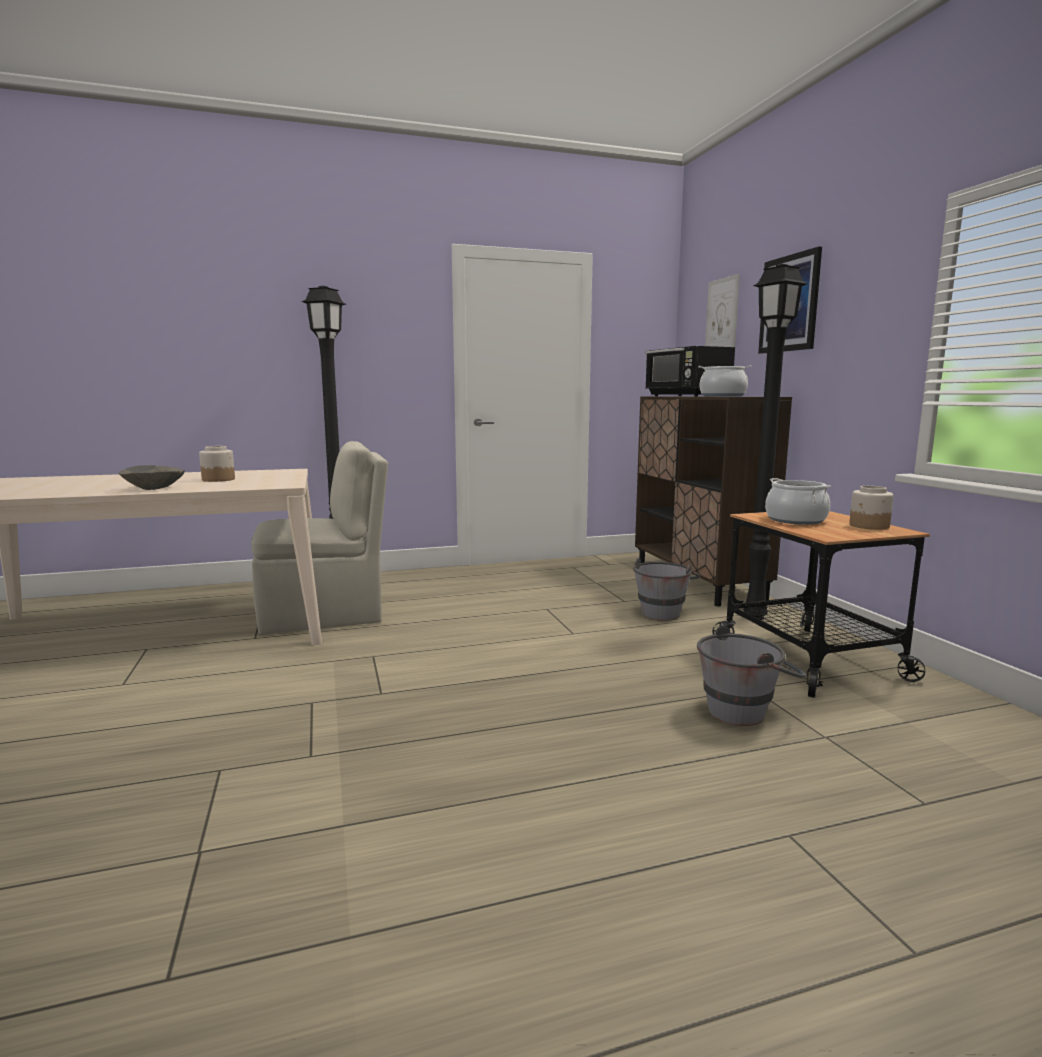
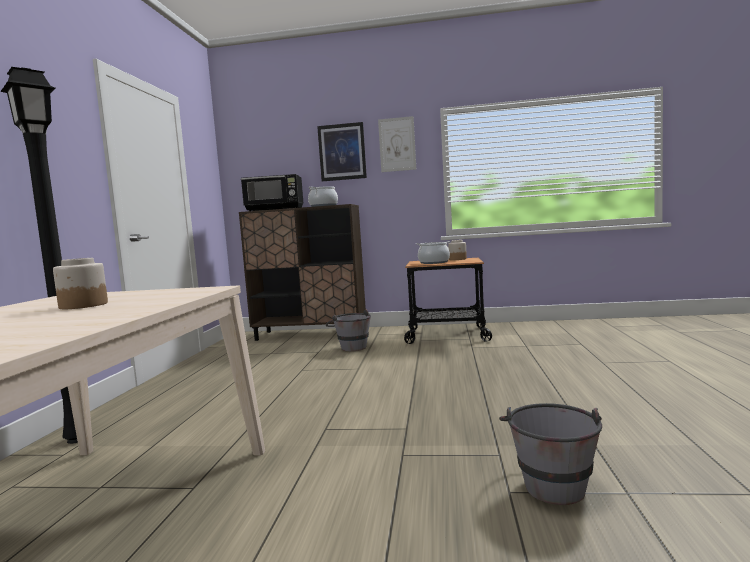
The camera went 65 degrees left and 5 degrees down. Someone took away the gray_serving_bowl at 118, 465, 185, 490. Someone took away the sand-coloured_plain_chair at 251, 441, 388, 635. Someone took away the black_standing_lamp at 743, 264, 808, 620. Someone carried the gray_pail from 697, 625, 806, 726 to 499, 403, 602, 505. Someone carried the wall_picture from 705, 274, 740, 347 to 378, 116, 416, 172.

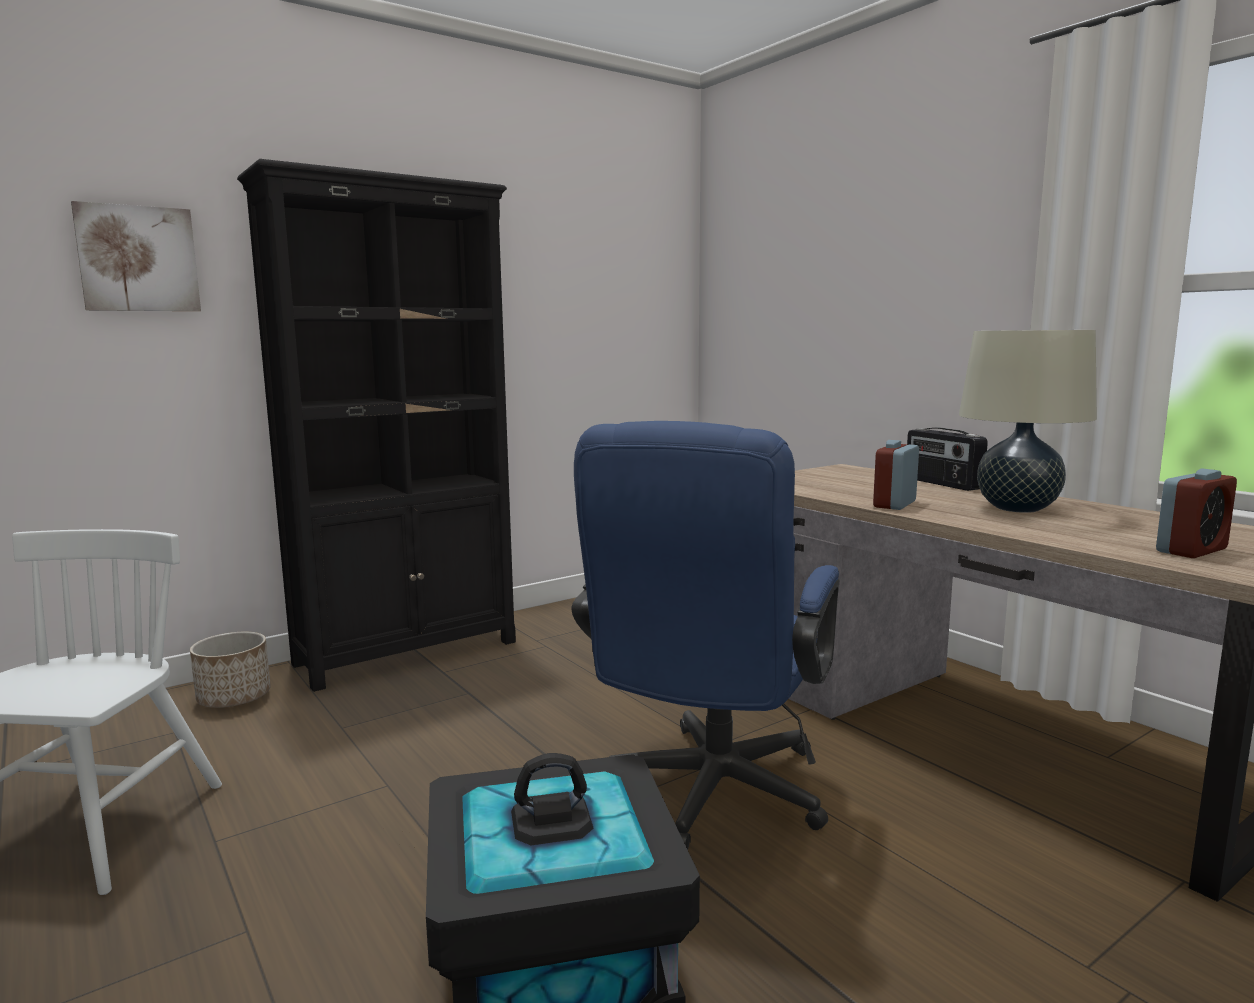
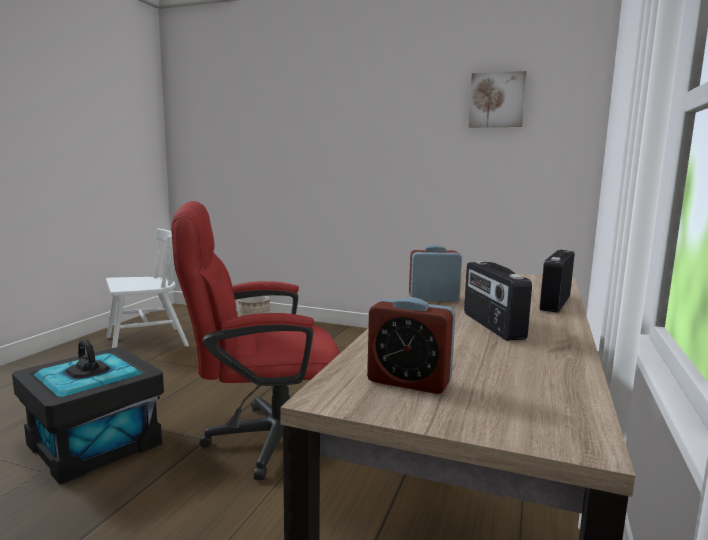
The camera went 55 degrees right and 0 degrees up. Someone took away the black_bookcase at 237, 159, 516, 692. Someone carried the wall_picture from 71, 201, 201, 311 to 469, 71, 527, 127. Someone swapped the sand-coloured_table_lamp at 959, 330, 1097, 513 for the radio at 464, 261, 532, 341. Someone repainted the blue-coloured_office_chair at 572, 421, 840, 850, which became the red-coloured_office_chair at 171, 201, 340, 480.

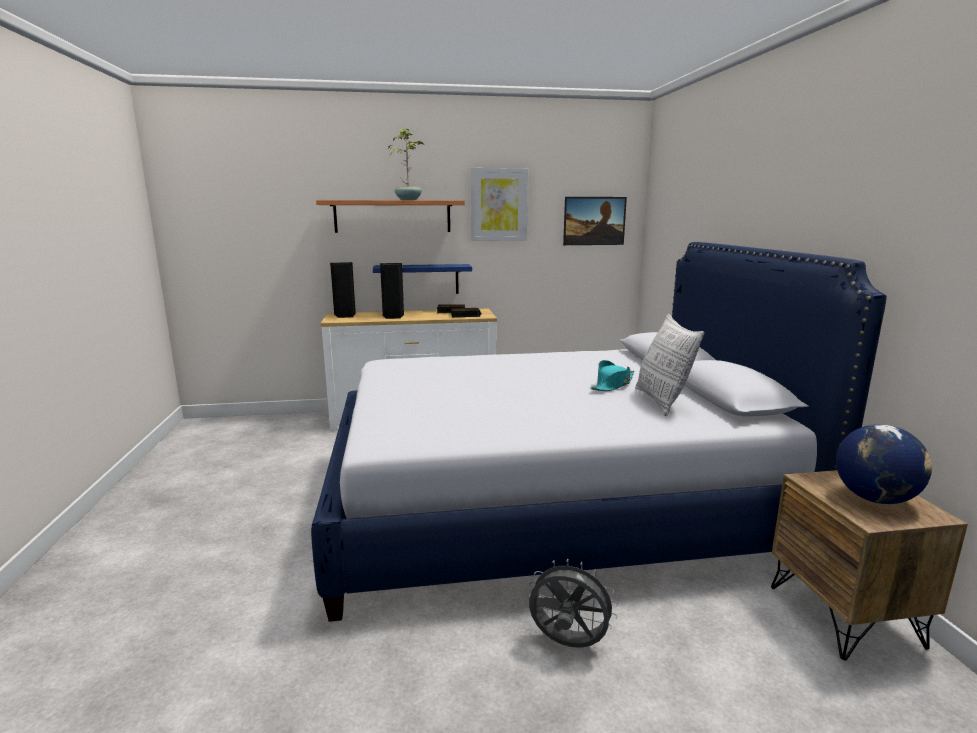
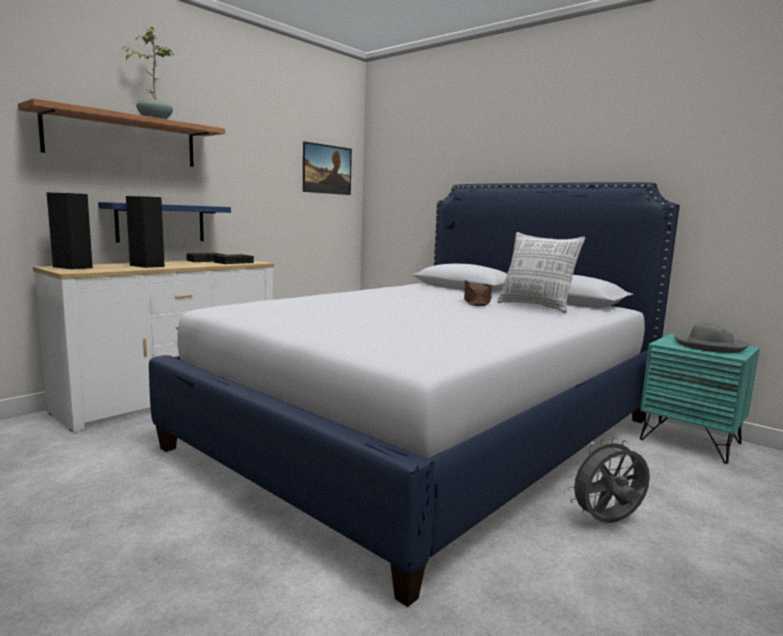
The camera went 40 degrees left and 5 degrees down. Someone took away the wall_picture at 471, 168, 528, 241. Someone swapped the world_globe at 836, 424, 932, 504 for the gray_wearable_hat at 674, 322, 749, 353. Someone repainted the turquoise-coloured_wearable_hat at 590, 360, 634, 391, which became the brown-coloured_wearable_hat at 464, 280, 492, 306. Someone repainted the brown-coloured_night_table at 771, 470, 968, 660, which became the turquoise-coloured_night_table at 640, 334, 760, 464.

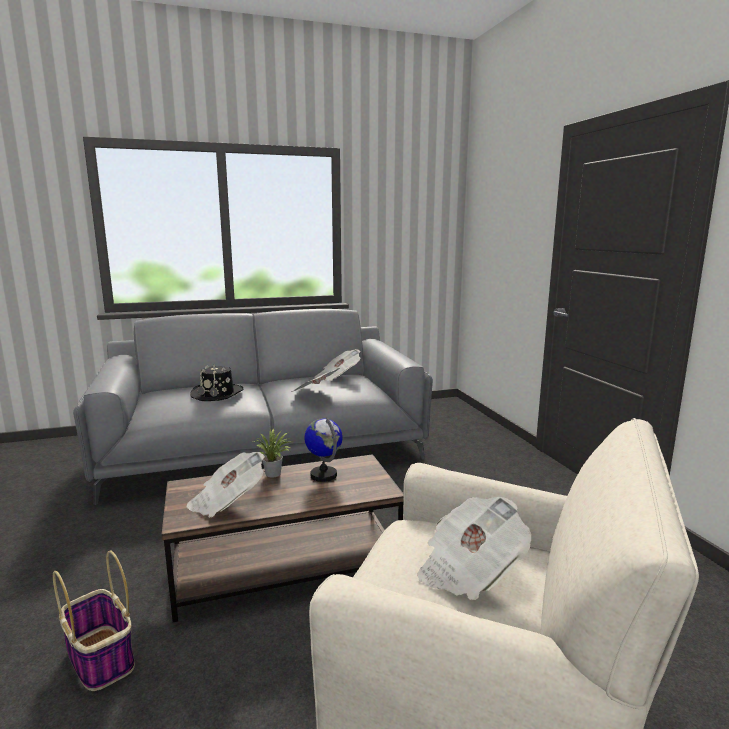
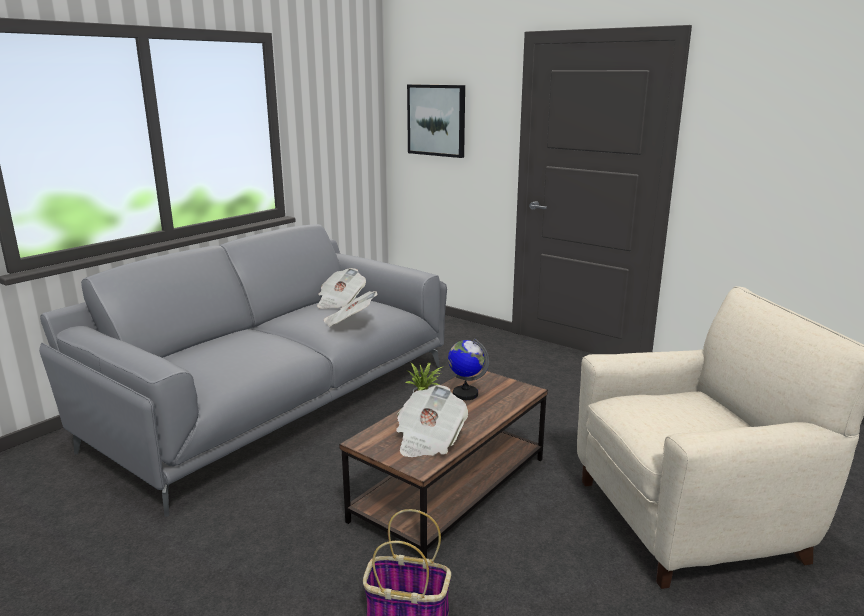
The camera went 35 degrees left and 5 degrees up. Someone took away the black_wearable_hat at 190, 365, 243, 401. Someone took away the newspaper at 417, 497, 531, 600. Someone put up the wall_picture at 407, 84, 465, 158.

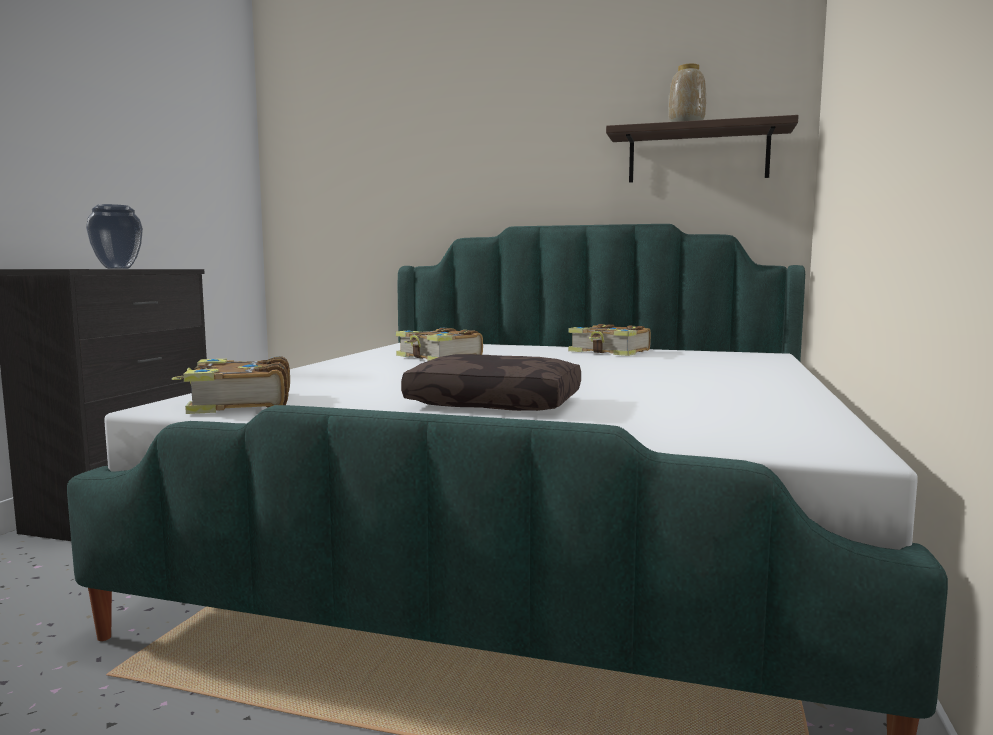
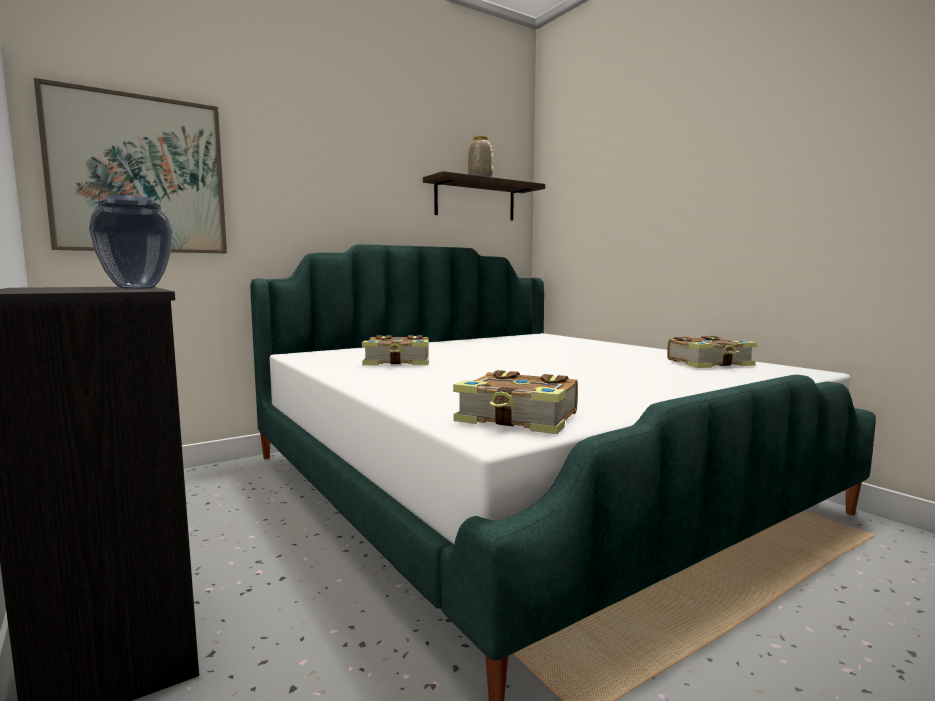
The camera went 50 degrees left and 0 degrees up. Someone took away the brown-coloured_throw_pillow at 401, 354, 581, 411. Someone put up the wall_picture at 34, 78, 227, 253. Someone carried the book from 568, 324, 651, 356 to 667, 336, 757, 368.

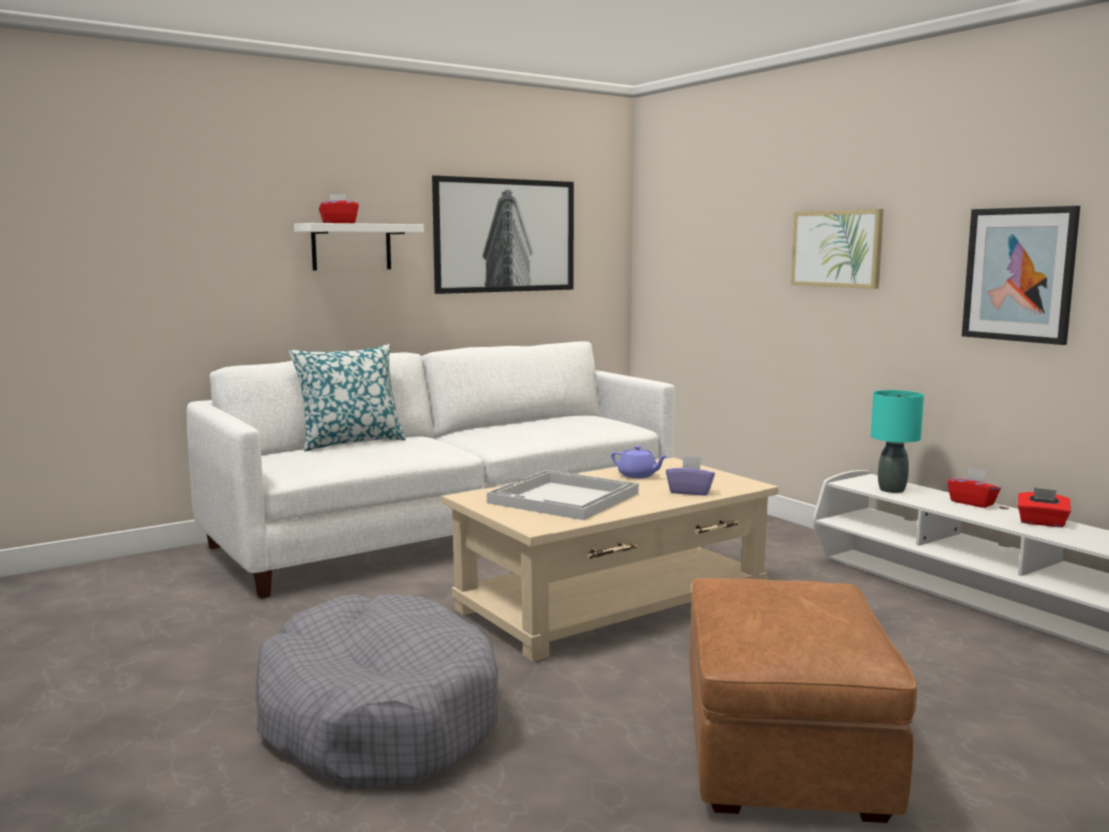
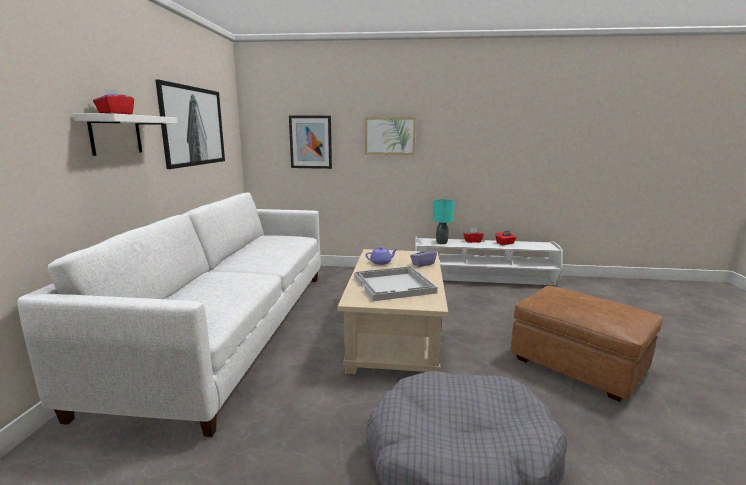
The camera went 50 degrees left and 5 degrees up. Someone took away the throw_pillow at 289, 344, 406, 451. Someone carried the wall_picture from 962, 206, 1080, 345 to 289, 115, 332, 169.

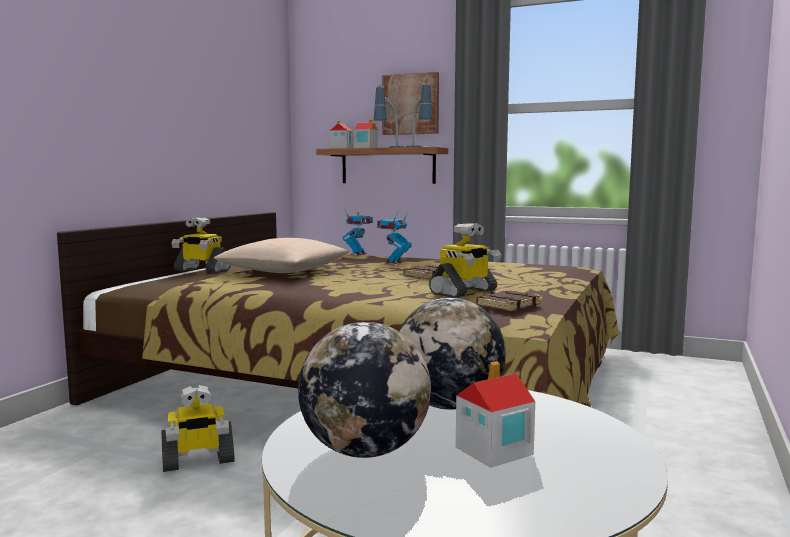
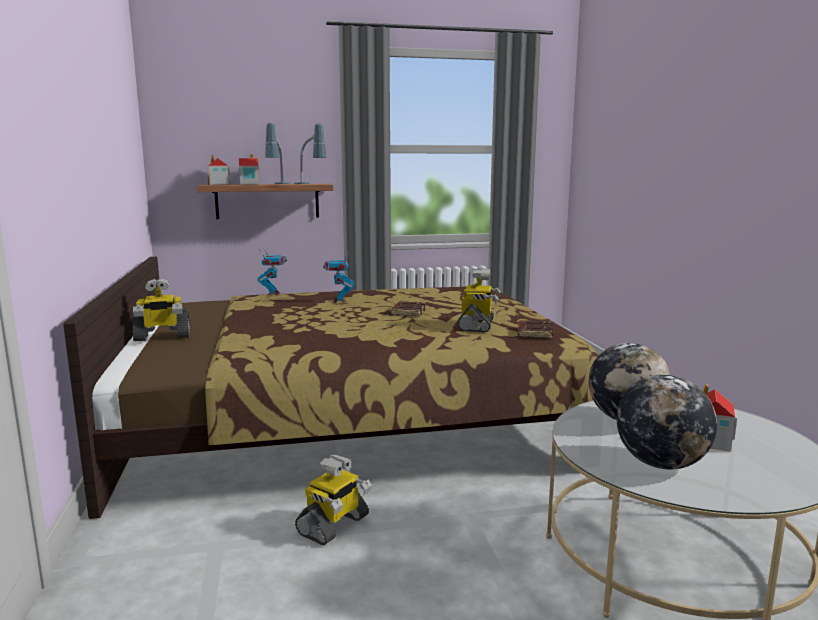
The camera went 35 degrees left and 5 degrees up. Someone took away the sand-coloured_throw_pillow at 214, 238, 349, 273. Someone took away the wall_picture at 382, 72, 439, 135.

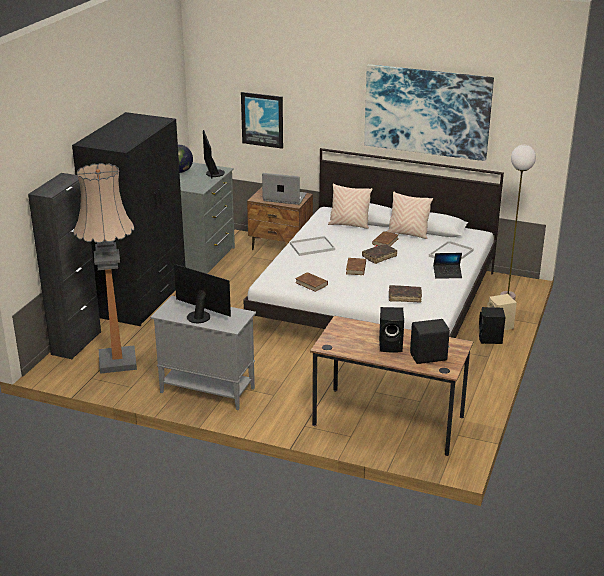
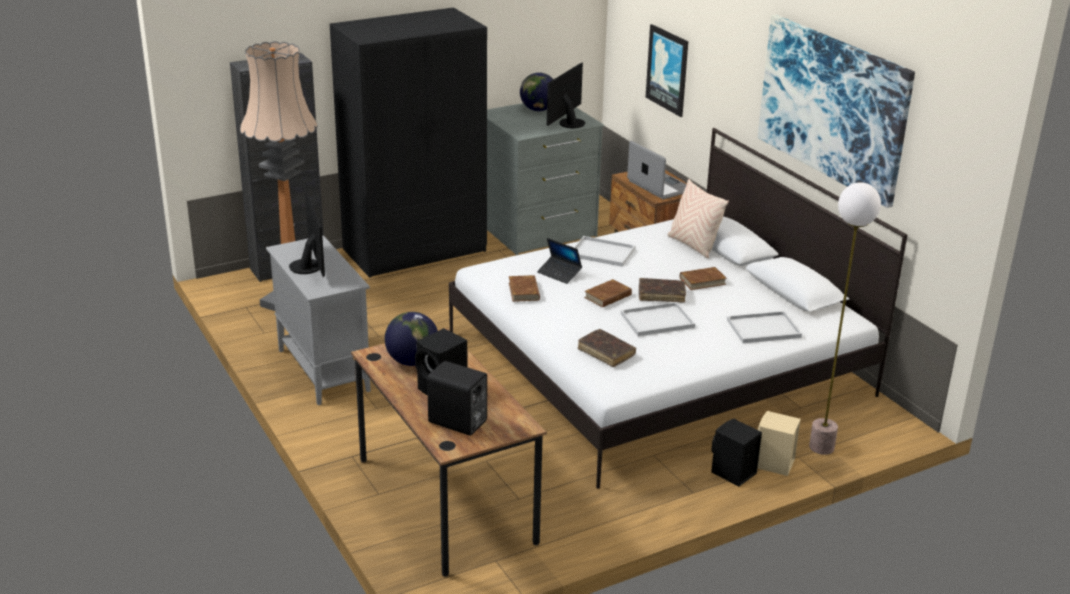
The camera went 40 degrees right and 0 degrees up. Someone took away the sand-coloured_throw_pillow at 387, 191, 433, 239. Someone put down the world_globe at 385, 312, 438, 366. Someone put down the white-coloured_serving_tray at 621, 302, 695, 336. Someone carried the laptop from 433, 253, 462, 279 to 537, 238, 582, 284.

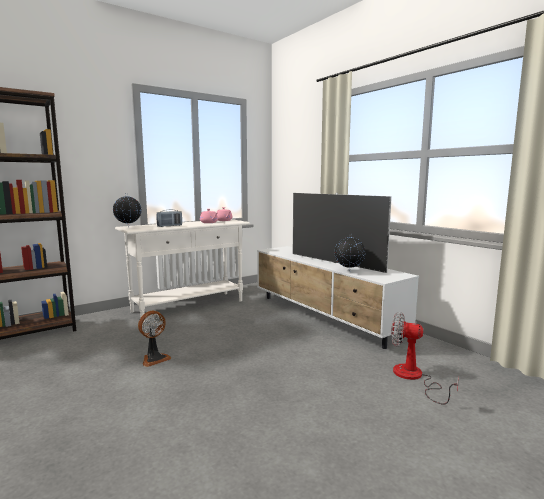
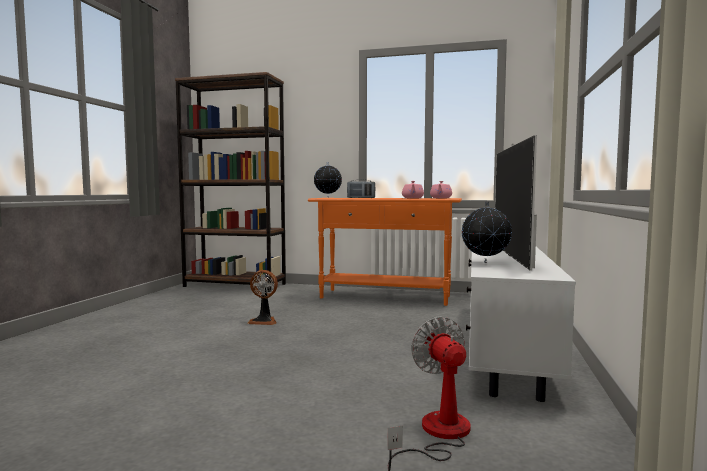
The camera went 50 degrees right and 5 degrees down. Someone repainted the white-coloured_console_table at 115, 219, 250, 322, which became the orangey_console_table at 308, 198, 462, 306.

